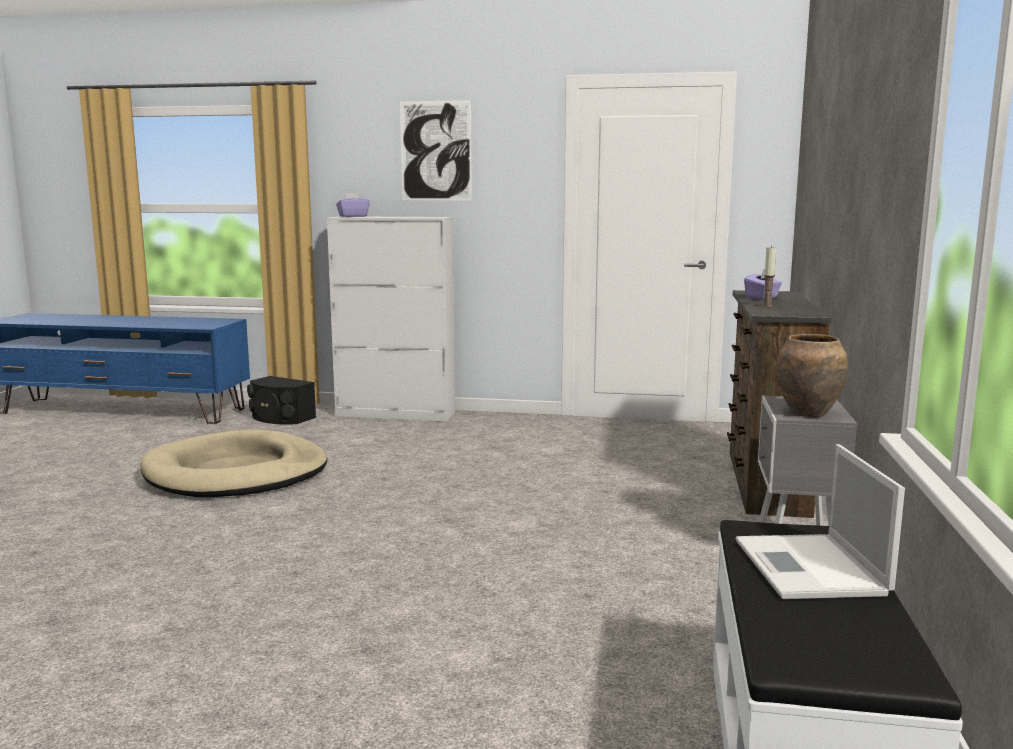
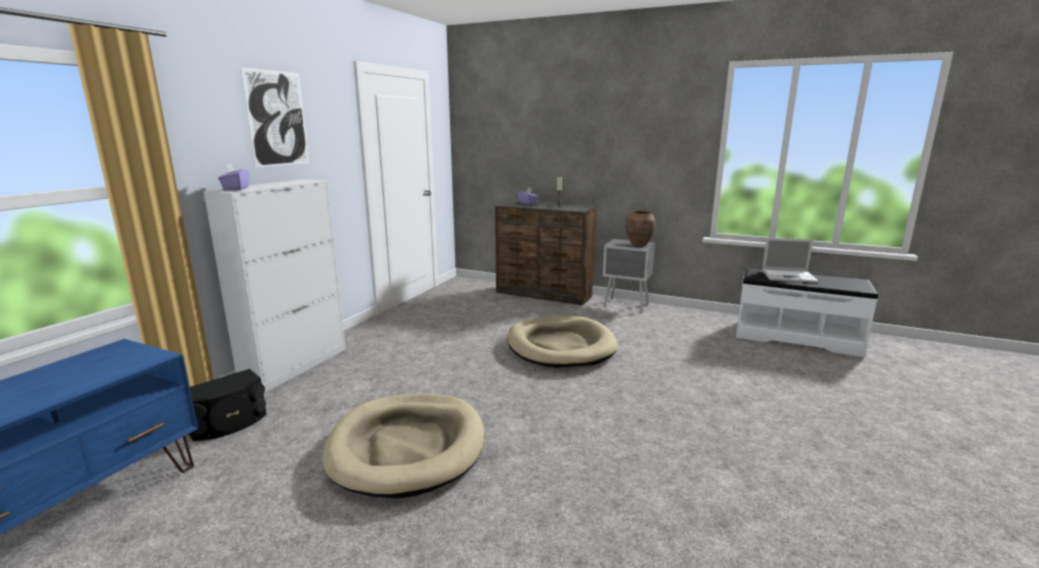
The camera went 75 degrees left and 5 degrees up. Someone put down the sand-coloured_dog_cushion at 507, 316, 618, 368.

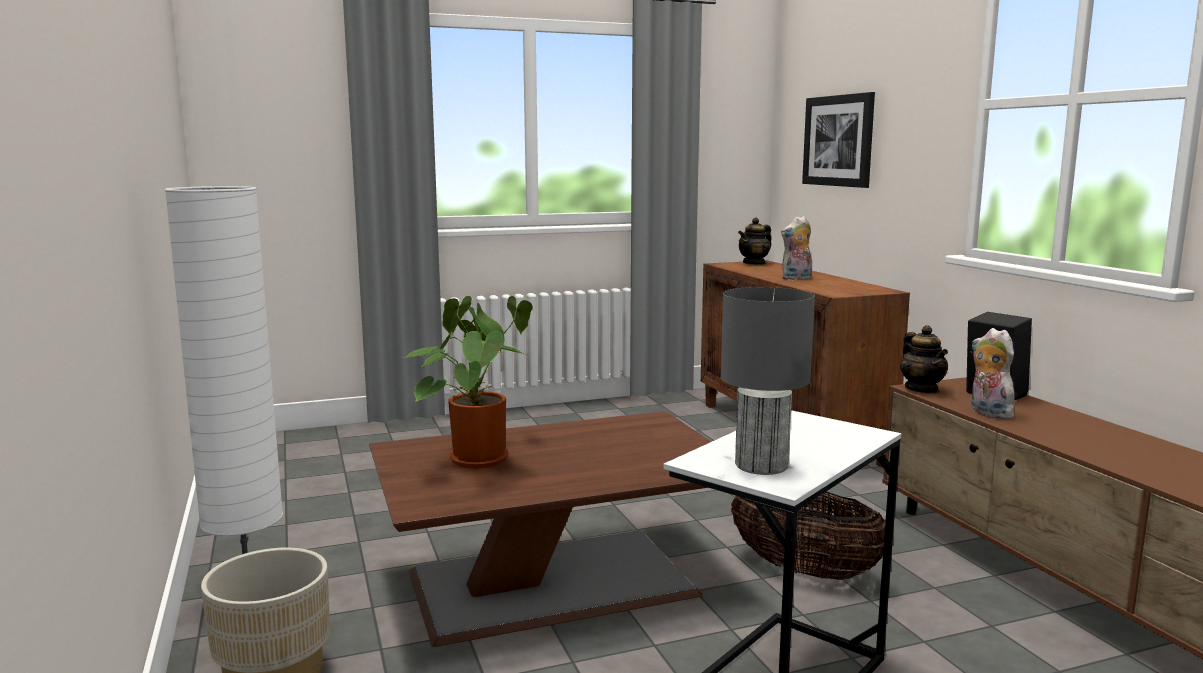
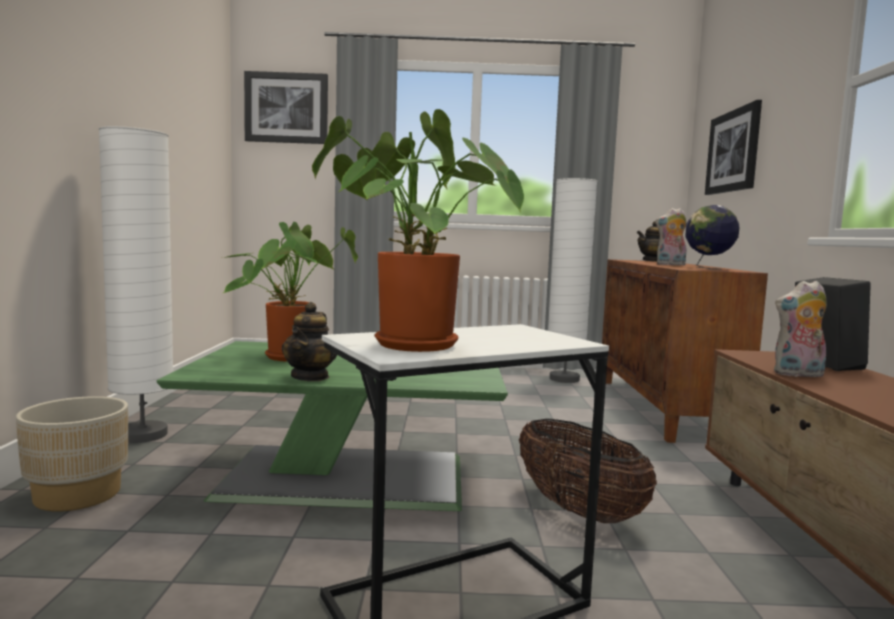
The camera went 20 degrees right and 5 degrees down. Someone put up the wall_picture at 244, 71, 328, 144. Someone put down the white-coloured_standing_lamp at 548, 178, 597, 383. Someone put down the world_globe at 685, 205, 739, 270. Someone carried the teapot from 900, 325, 948, 393 to 282, 302, 337, 381. Someone swapped the gray_table_lamp at 721, 287, 815, 475 for the potted_plant at 312, 109, 524, 352. Someone repainted the brown-coloured_coffee_table at 369, 411, 711, 647, which became the green_coffee_table at 157, 341, 508, 511. Someone rotated the soft_toy at 971, 328, 1015, 419 by 90 degrees counterclockwise.

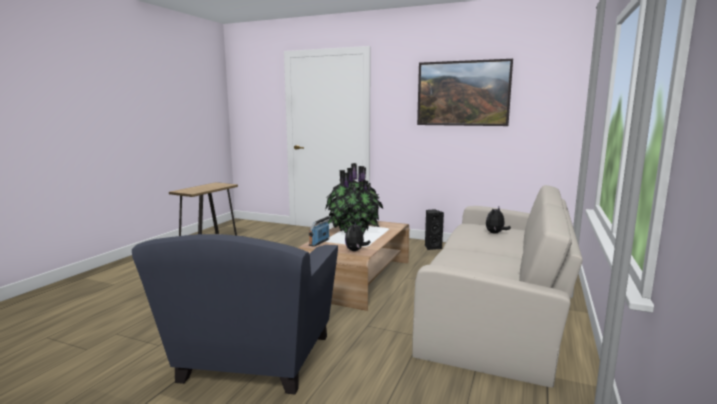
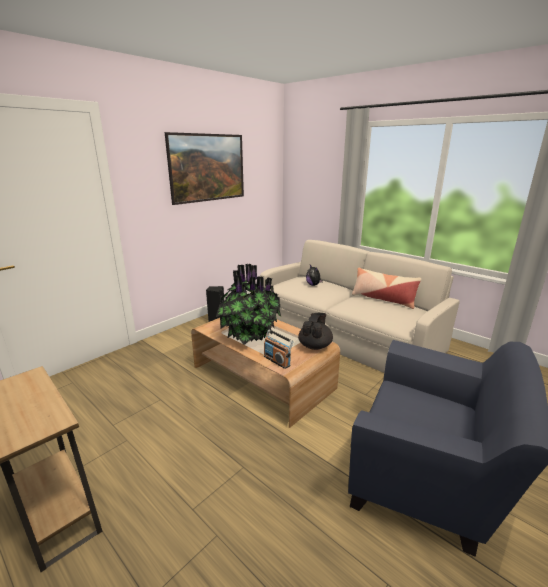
The camera went 70 degrees left and 10 degrees up. Someone put down the throw_pillow at 352, 268, 422, 309. Someone swapped the soft_toy at 345, 222, 370, 251 for the black_teapot at 298, 313, 333, 350.

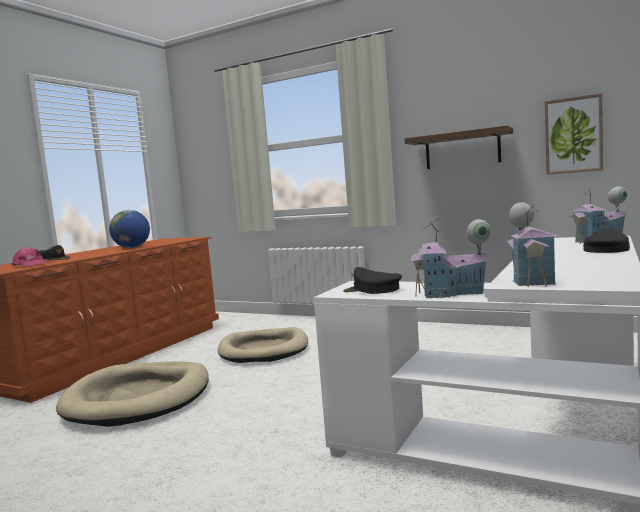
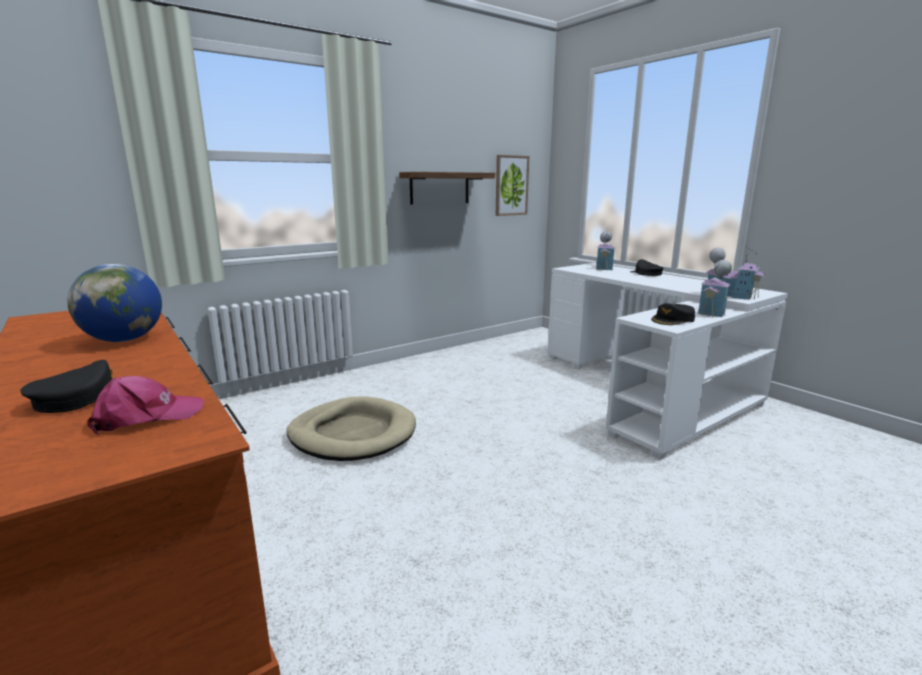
The camera went 65 degrees left and 10 degrees up. Someone took away the sand-coloured_dog_cushion at 56, 361, 209, 427.

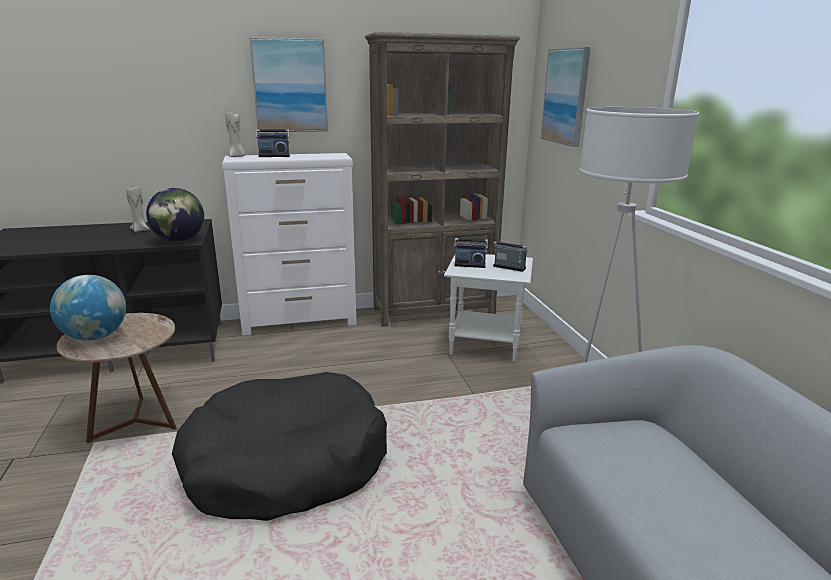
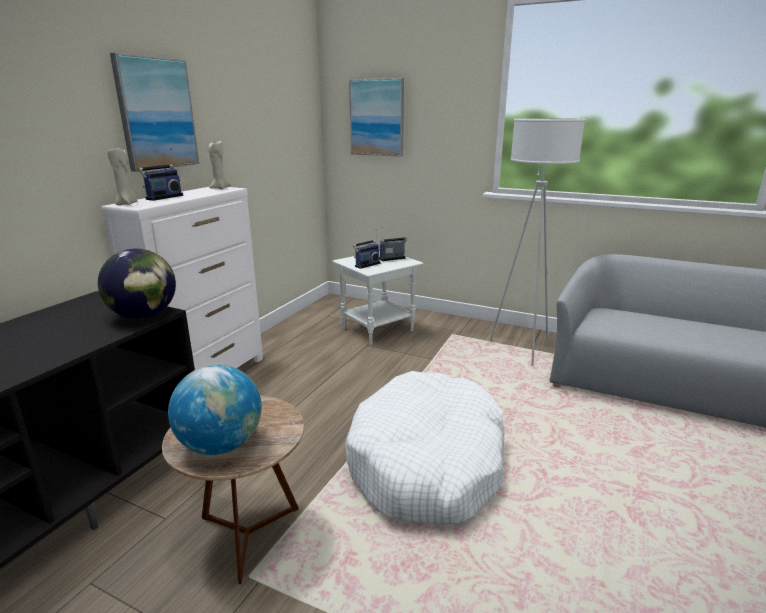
The camera went 50 degrees left and 0 degrees up. Someone took away the brown-coloured_bookcase at 365, 32, 520, 327. Someone carried the sand-coloured_candle from 126, 185, 149, 232 to 208, 141, 231, 189. Someone repainted the black_dog_cushion at 172, 372, 387, 521, which became the white-coloured_dog_cushion at 345, 371, 505, 526.

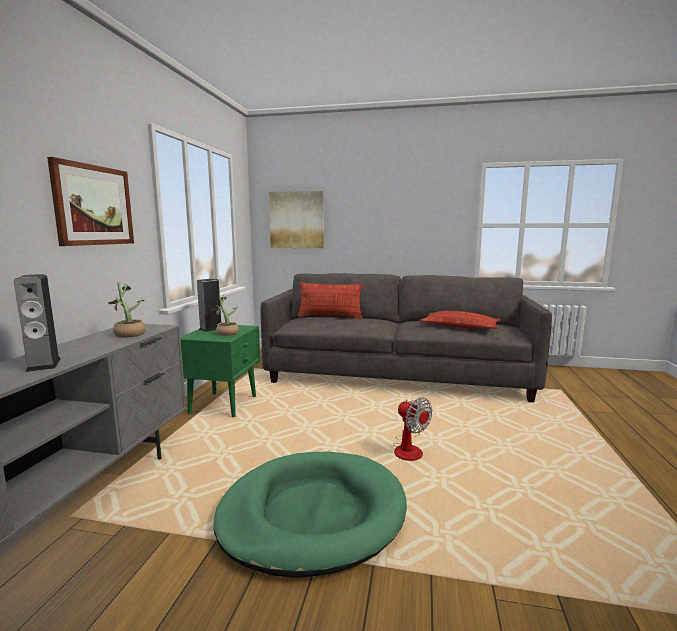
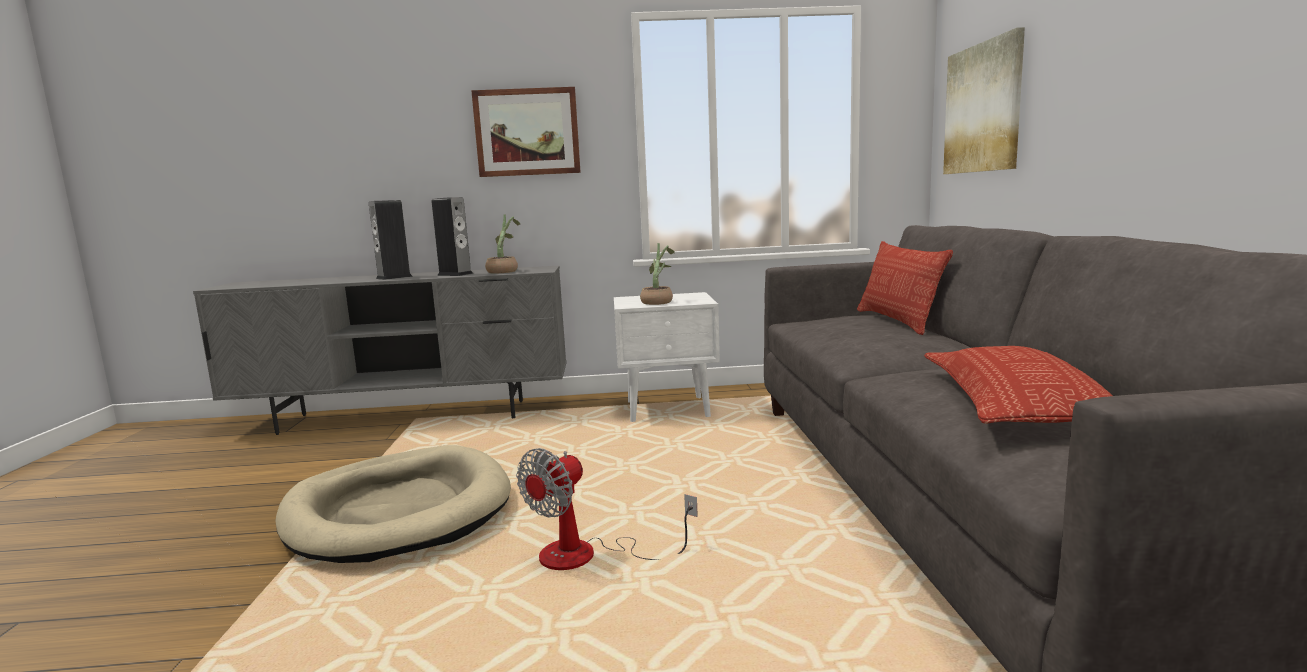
The camera went 75 degrees right and 0 degrees up. Someone carried the speaker from 197, 279, 221, 332 to 431, 197, 473, 276. Someone repainted the green_night_table at 180, 325, 260, 417, which became the white-coloured_night_table at 614, 292, 720, 422. Someone repainted the green_dog_cushion at 214, 452, 407, 578, which became the sand-coloured_dog_cushion at 275, 445, 511, 563.

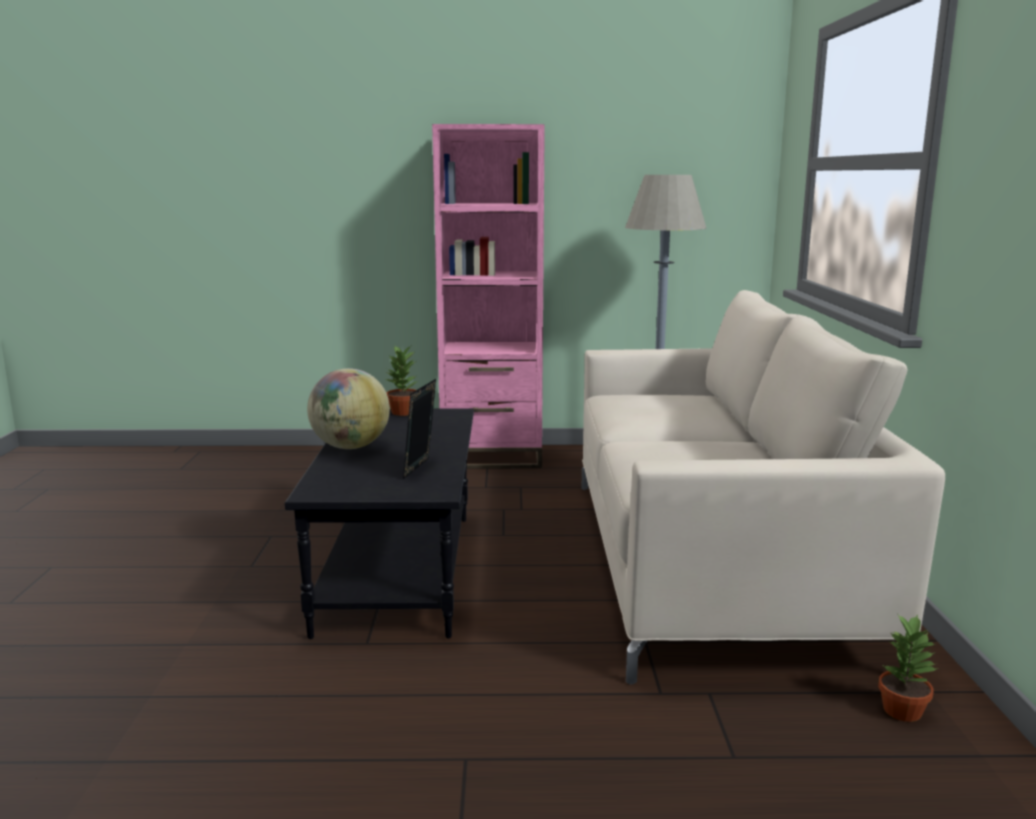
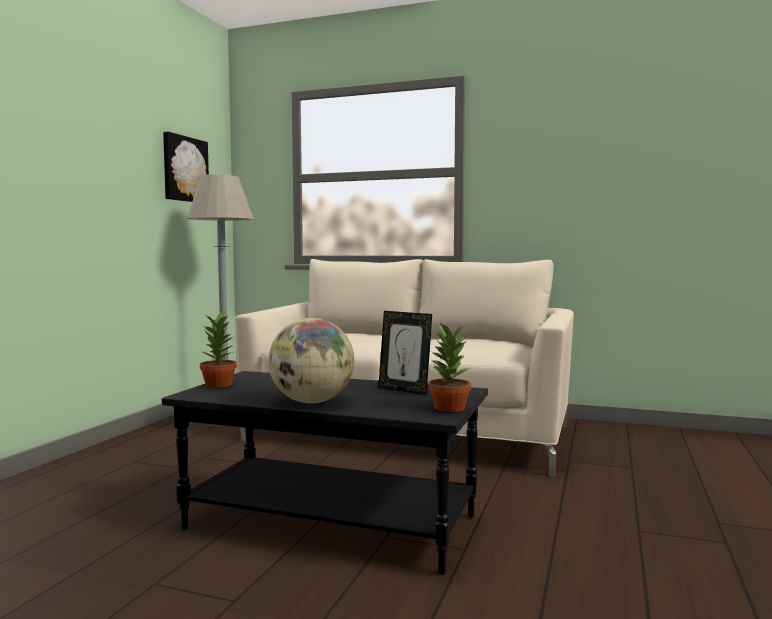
The camera went 70 degrees left and 10 degrees down. Someone took away the pinkish_bookcase at 432, 124, 545, 469. Someone put up the wall_picture at 163, 132, 209, 202. Someone carried the potted_plant from 878, 614, 936, 722 to 429, 322, 471, 412.

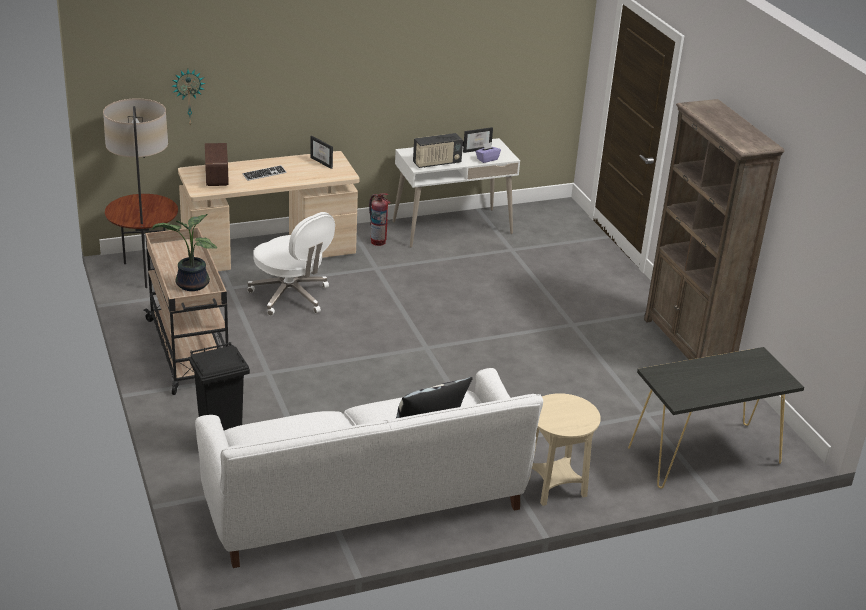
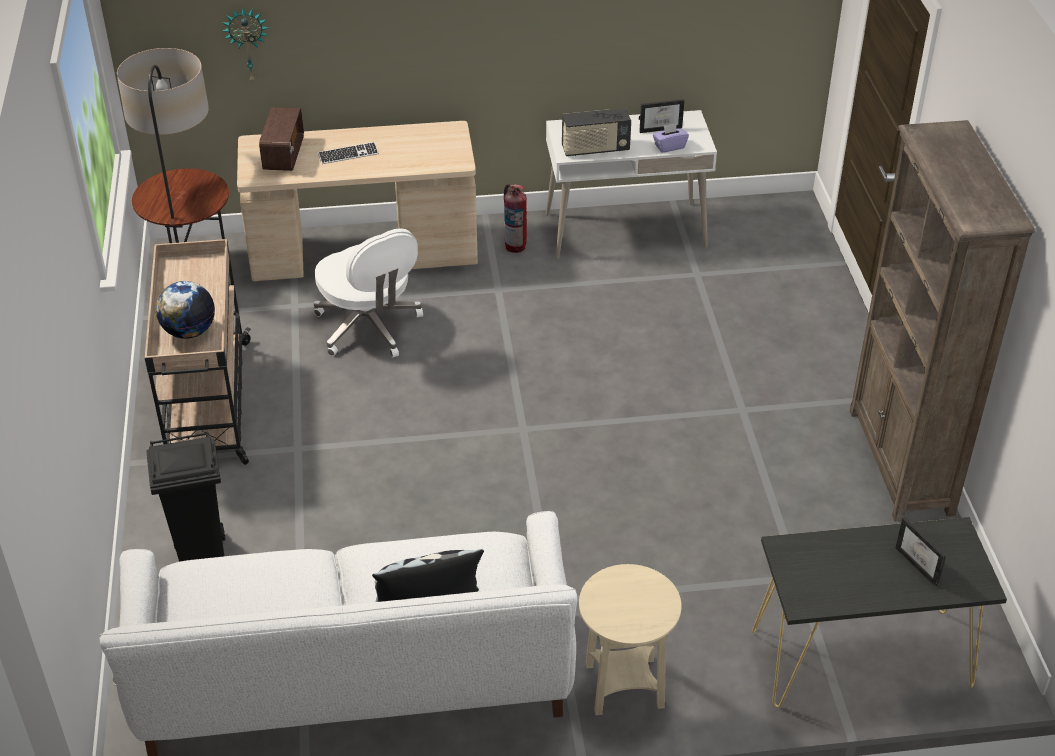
The camera went 15 degrees right and 10 degrees up. Someone carried the picture_frame from 310, 136, 333, 169 to 896, 517, 946, 587. Someone swapped the potted_plant at 152, 214, 217, 291 for the world_globe at 156, 281, 215, 339.

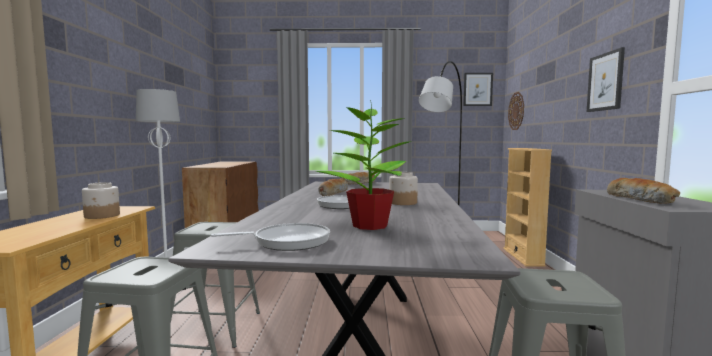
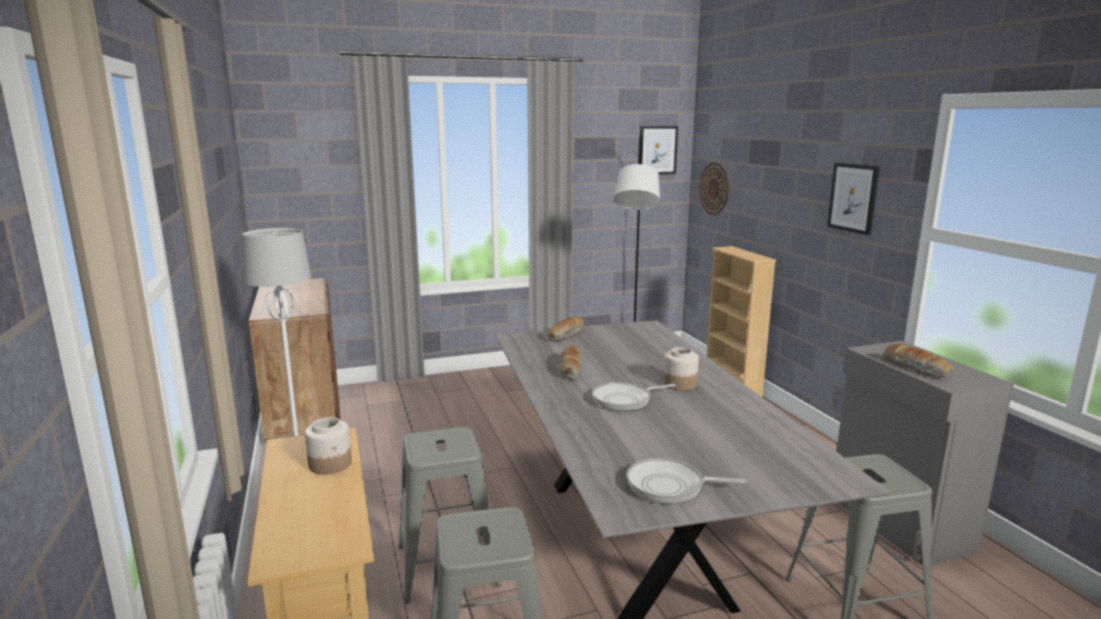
The camera went 20 degrees left and 10 degrees up. Someone took away the potted_plant at 316, 100, 411, 230. Someone rotated the frying_pan at 211, 223, 330, 251 by 135 degrees counterclockwise.

